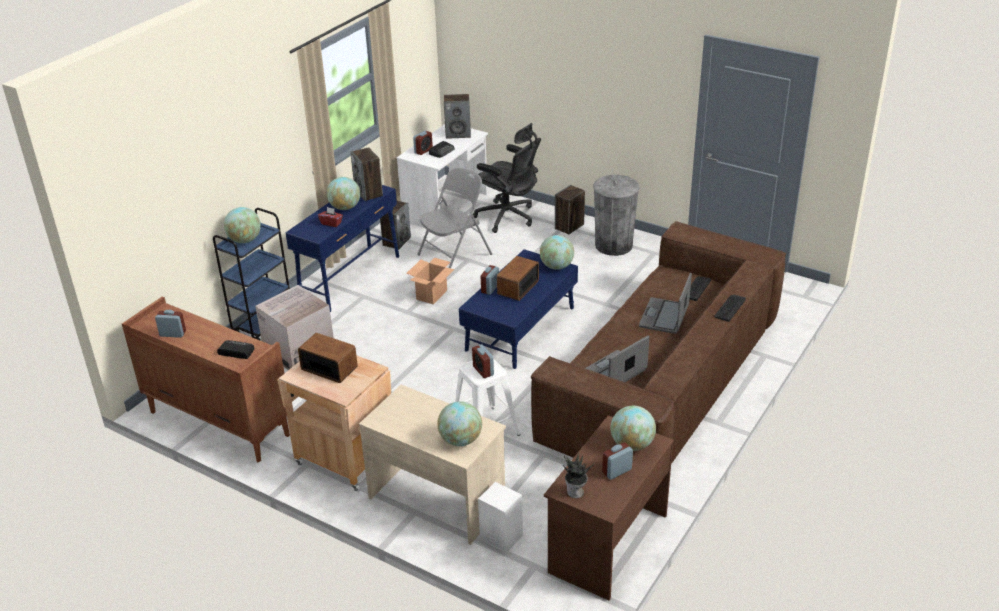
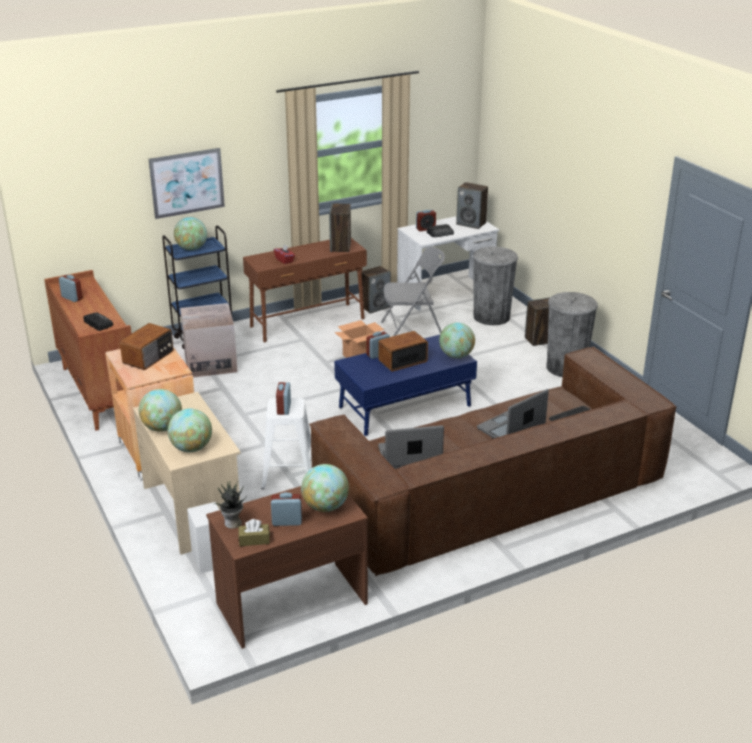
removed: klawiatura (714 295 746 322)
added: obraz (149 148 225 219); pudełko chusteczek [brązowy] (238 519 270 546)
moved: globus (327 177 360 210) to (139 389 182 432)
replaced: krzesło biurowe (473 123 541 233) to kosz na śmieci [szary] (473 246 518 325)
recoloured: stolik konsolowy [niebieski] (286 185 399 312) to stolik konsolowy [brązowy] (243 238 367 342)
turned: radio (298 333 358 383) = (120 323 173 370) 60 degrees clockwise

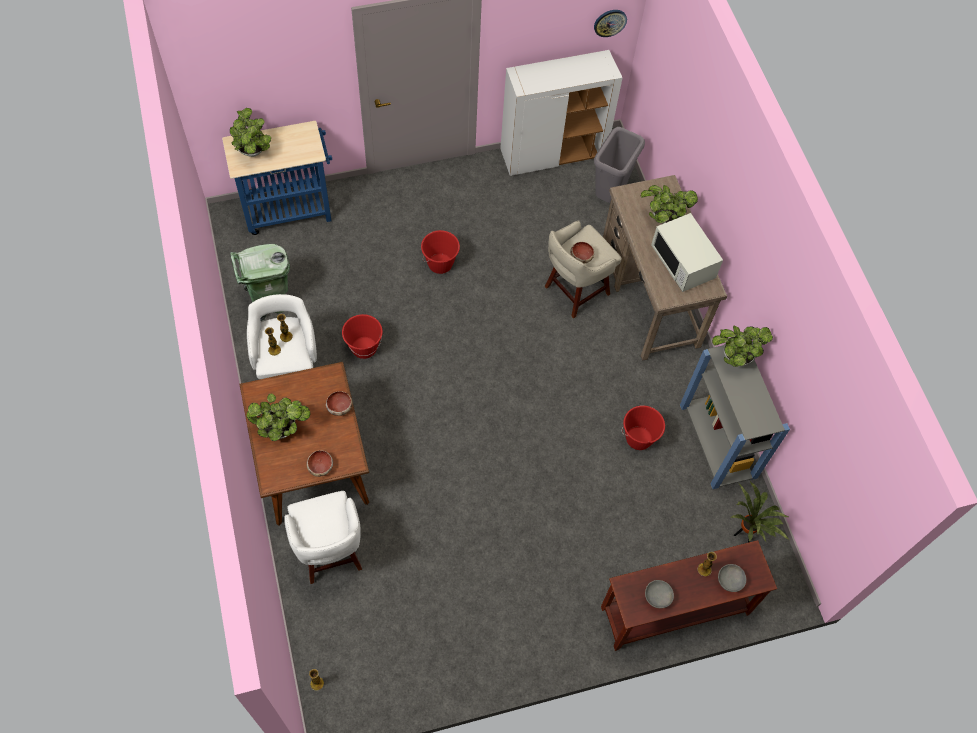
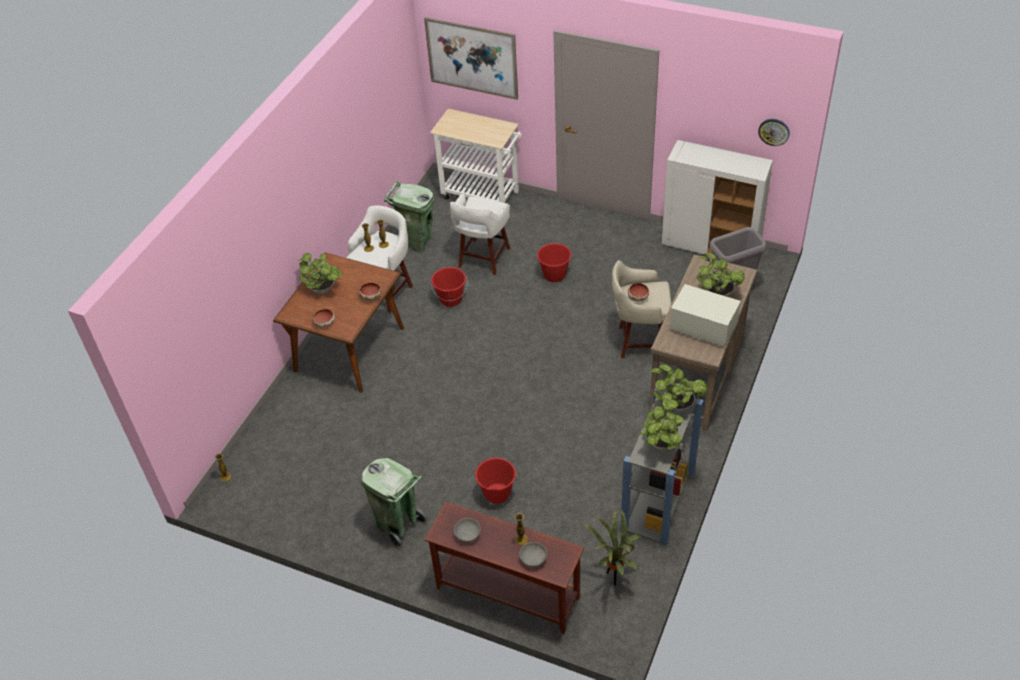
added: obraz (424 17 518 100); kosz na śmieci [zielony] (361 458 427 548)
moved: roślina doniczkowa (230 108 271 157) to (640 399 684 450); wiadro [czerwony] (622 405 665 450) to (475 458 516 504); stołek [biały] (284 491 362 584) to (450 193 510 275)
recoloured: wózek [niebieski] (222 121 332 235) to wózek [biały] (430 109 522 203)
turned: mikrofalówka [biały] (651 213 723 292) = (669 284 741 347) 105 degrees clockwise

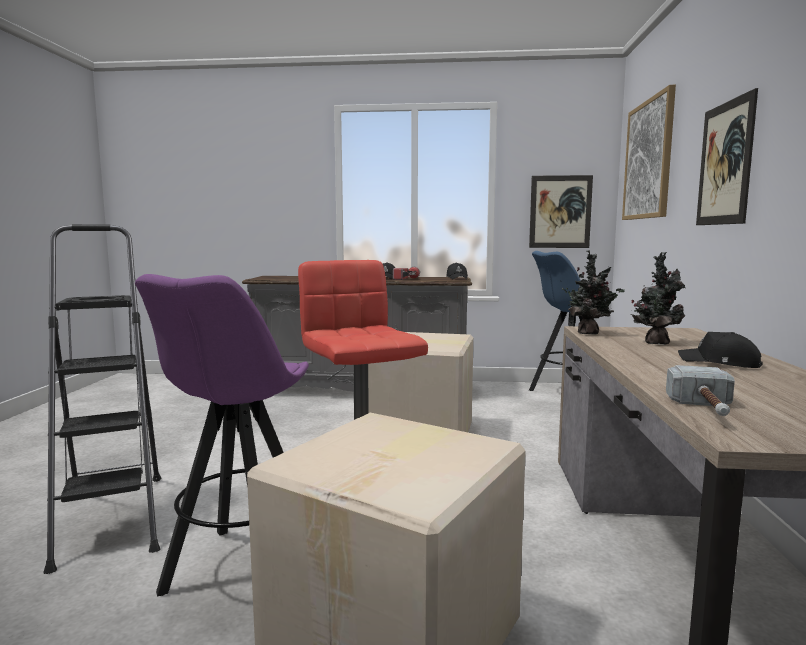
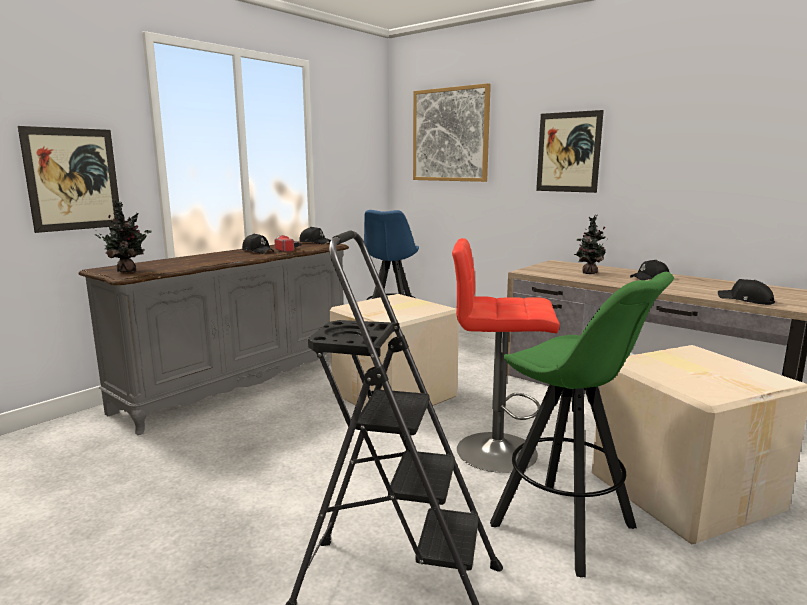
moved: obraz (529 175 593 248) to (18 126 119 233); roślina doniczkowa (561 250 625 335) to (95 200 151 273)
replaced: młotek (666 365 735 416) to czapka z daszkiem [czarny] (718 279 775 305)
recoloured: stołek [fioletowy] (135 274 309 597) to stołek [zielony] (490 272 674 577)

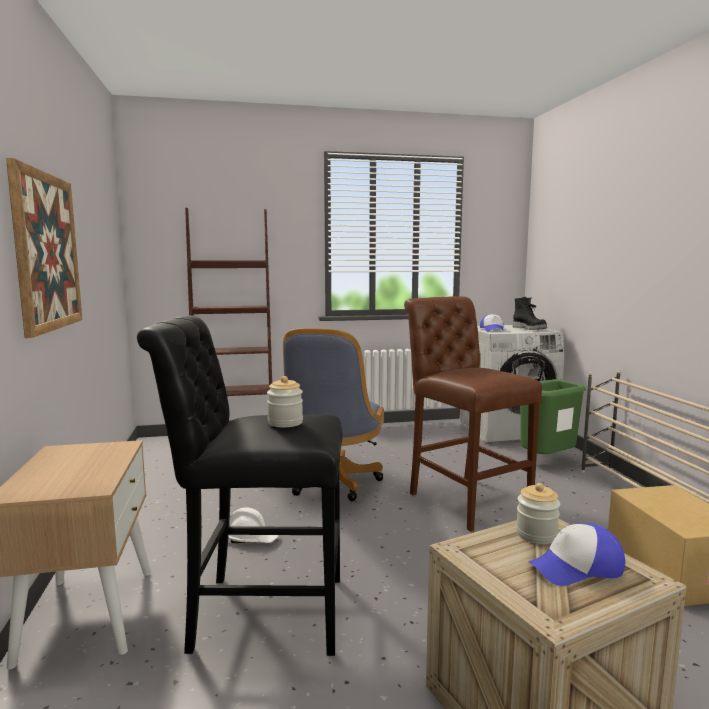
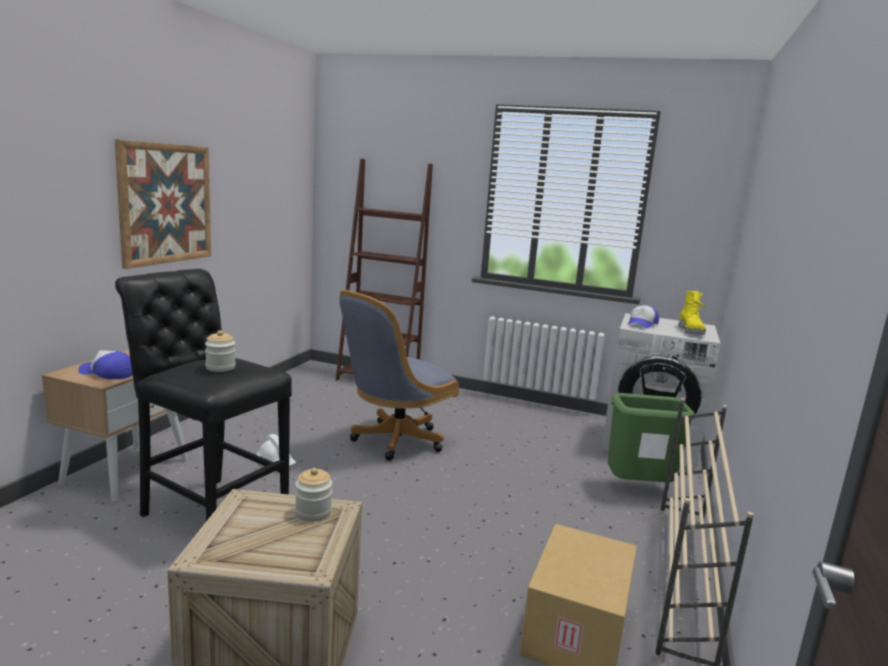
removed: stołek [brązowy] (404 296 542 531)
moved: czapka z daszkiem (529 523 625 586) to (79 350 133 379)
recoloured: but z cholewką [czarny] (513 297 547 330) to but z cholewką [żółty] (678 291 706 335)

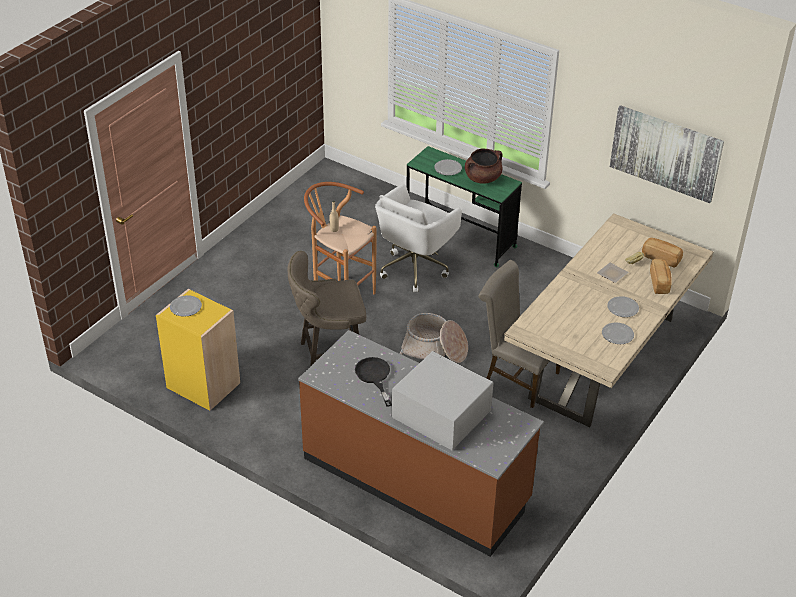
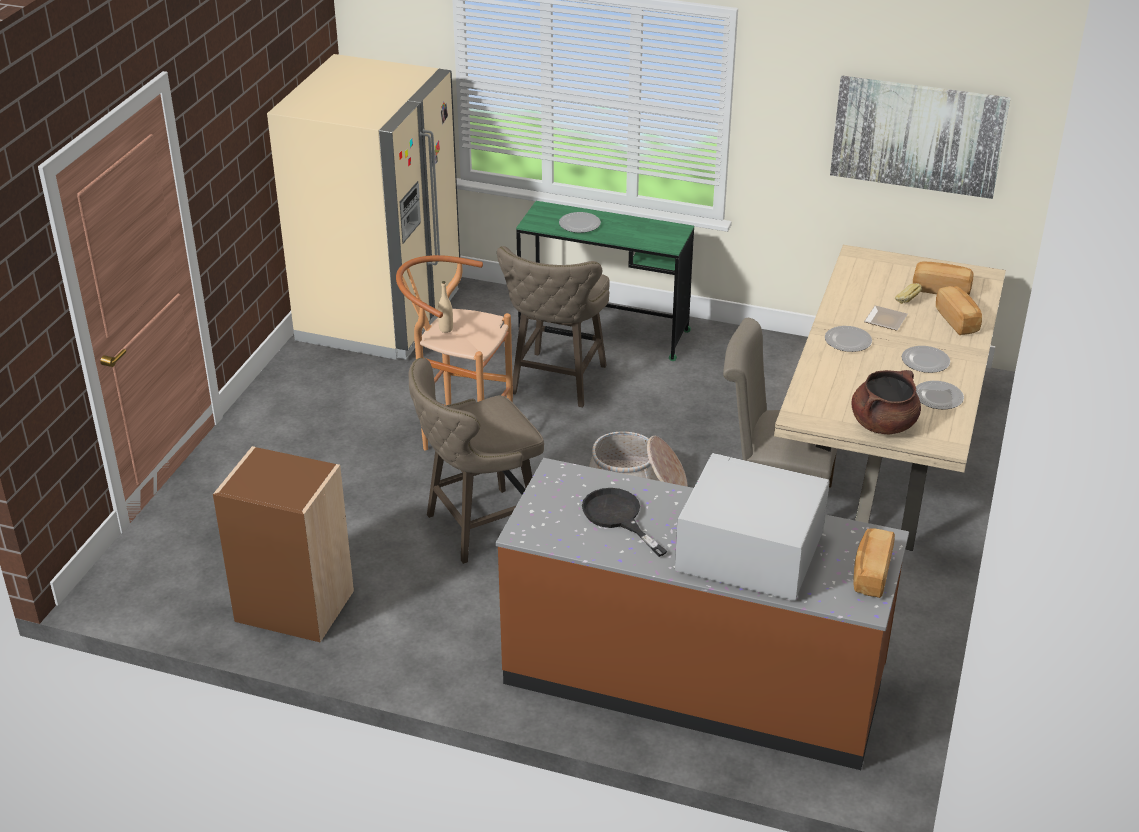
added: lodówka [beżowy] (267 54 461 360); chleb (853 528 895 598)
moved: garnek [brązowy] (465 149 503 184) to (852 370 921 434); talerz (170 295 202 317) to (825 326 872 352)
replaced: krzesło biurowe [biały] (375 184 462 292) to stołek [beżowy] (497 246 609 407)
recoloured: regał [żółty] (156 289 240 411) to regał [brązowy] (213 446 354 642)

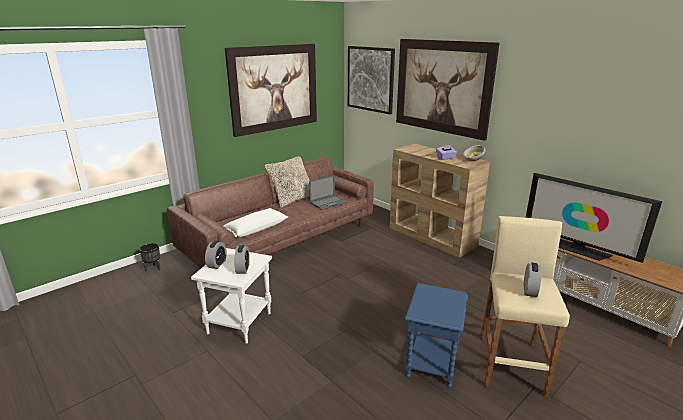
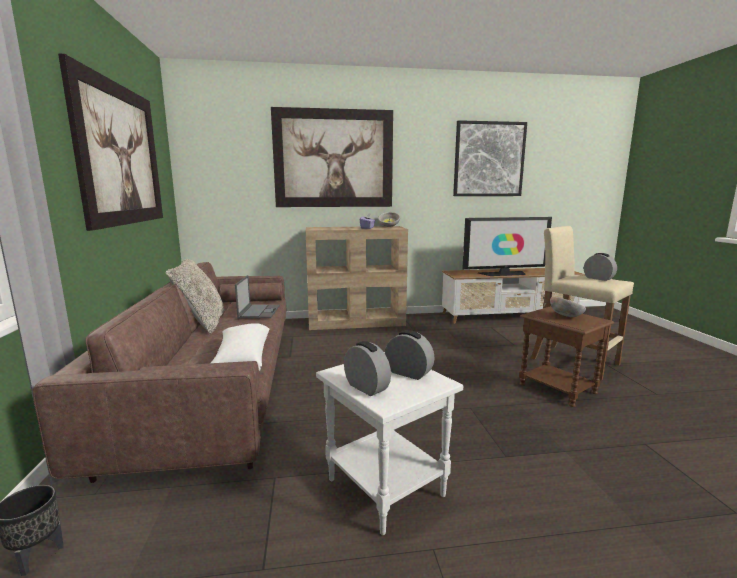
added: miska (550 297 586 317)
moved: obraz (348 46 395 114) to (453 120 527 196)
recoloured: stolik [niebieski] (405 283 469 387) to stolik [brązowy] (519 306 614 407)

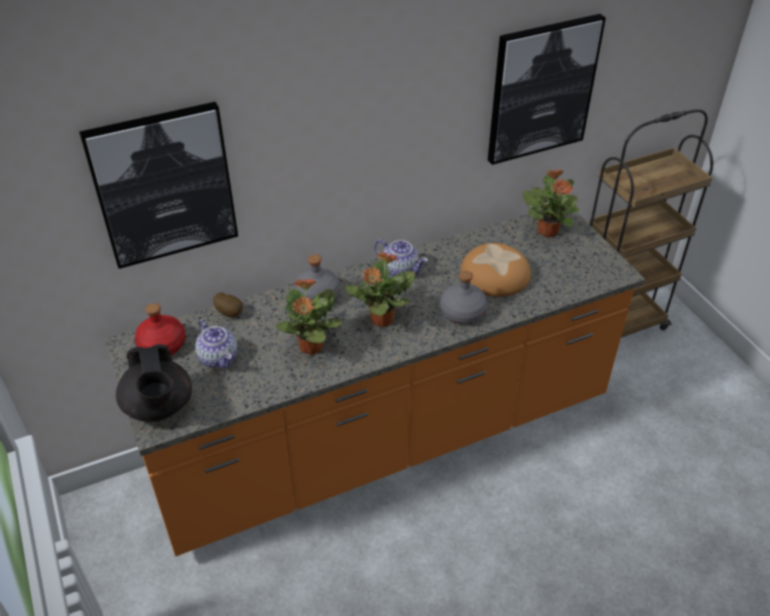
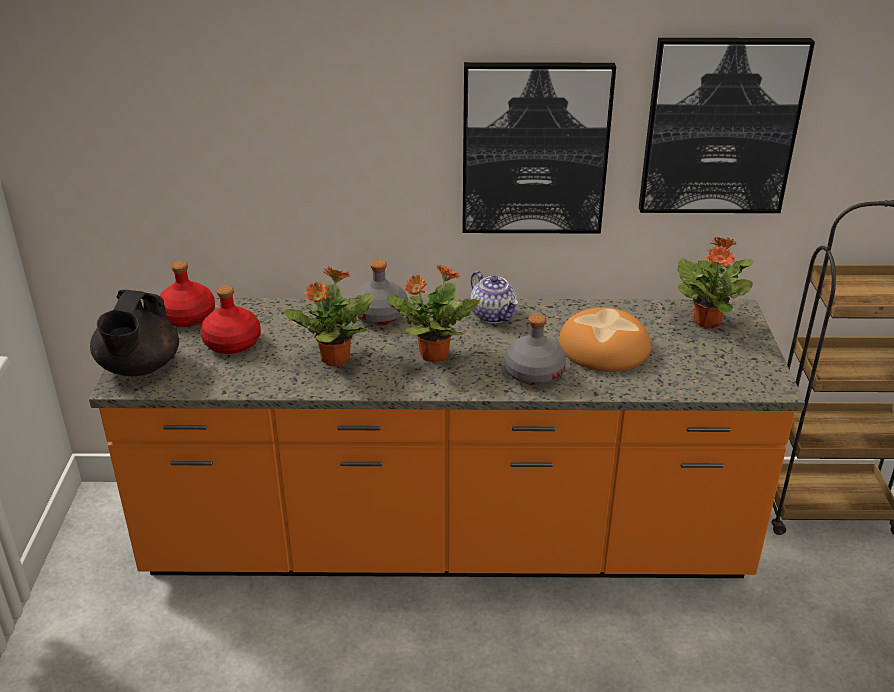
removed: ziemniak (213 292 243 318)
moved: obraz (79 102 238 269) to (463 62 616 234)
replaced: imbryk (195 319 238 369) to butelka [czerwony] (201 285 261 354)

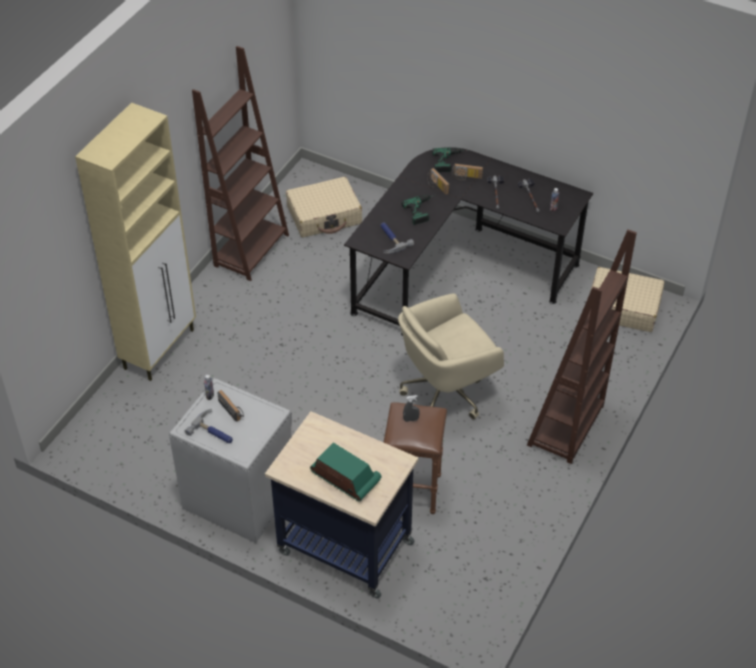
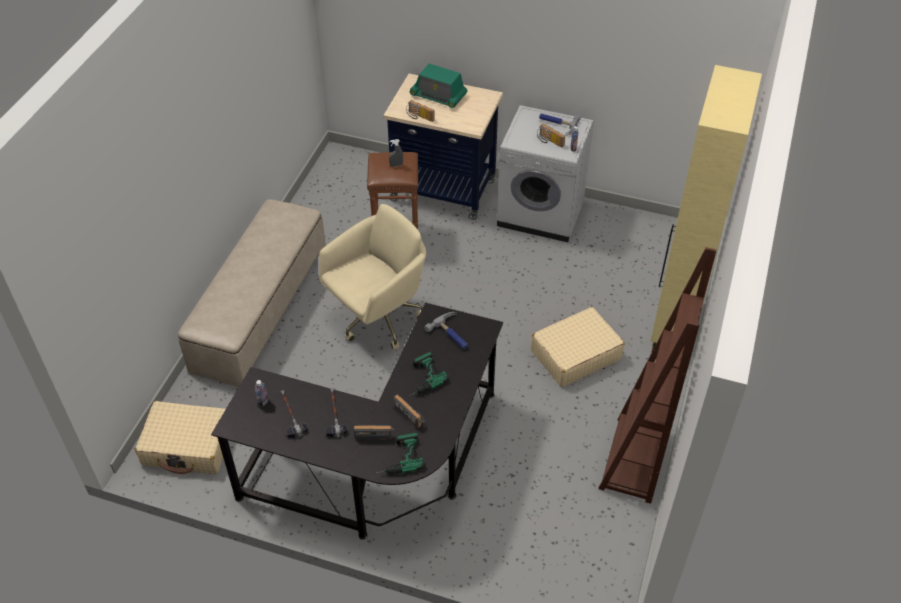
added: radio (406 100 435 122)
moved: walizka [beżowy] (286 177 362 237) to (531 307 624 387)
replaced: regał [brązowy] (527 229 637 464) to ławka [beżowy] (178 199 326 387)

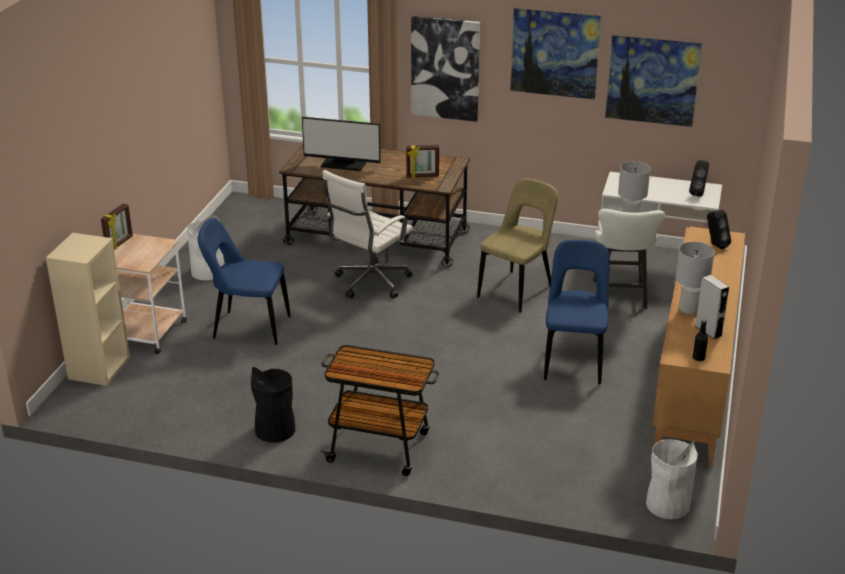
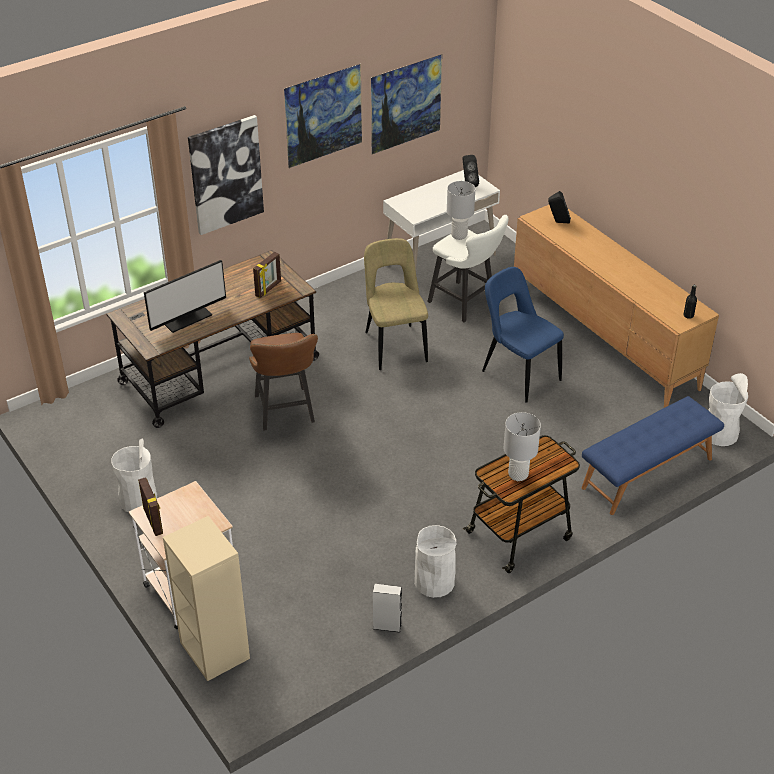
removed: krzesło [niebieski] (197 218 291 345)
added: ławka [niebieski] (582 396 724 515)
moved: lampa stołowa [szary] (676 242 714 315) to (504 412 541 481); głośnik [szary] (695 275 729 339) to (373 584 402 632)
replaced: krzesło biurowe [biały] (322 170 413 299) to stołek [brązowy] (249 333 318 431)
recoloured: kosz na śmieci [czarny] (251 367 295 443) to kosz na śmieci [biały] (414 525 456 598)

